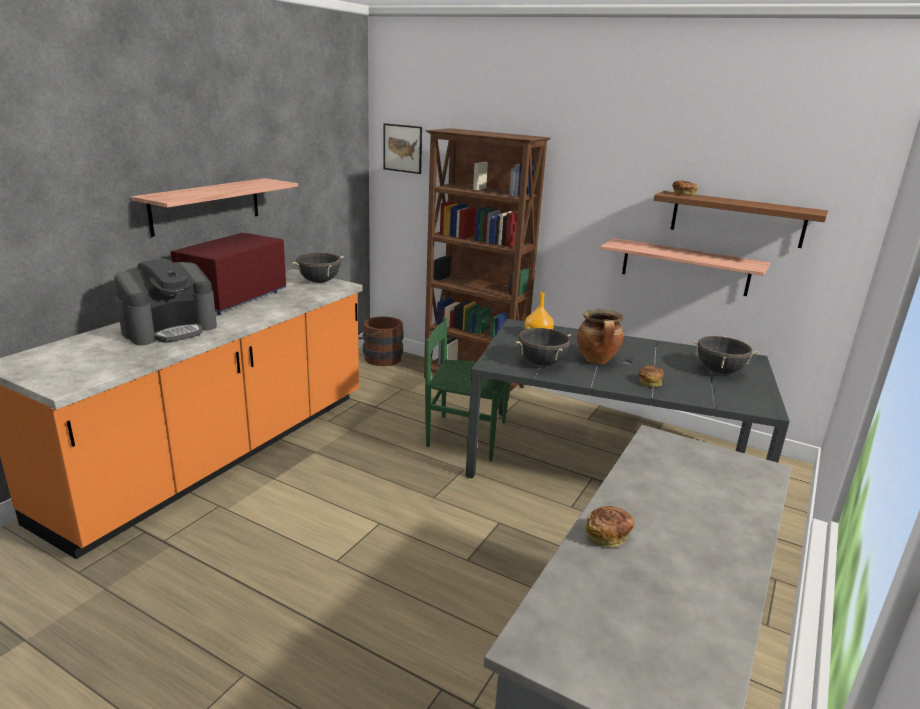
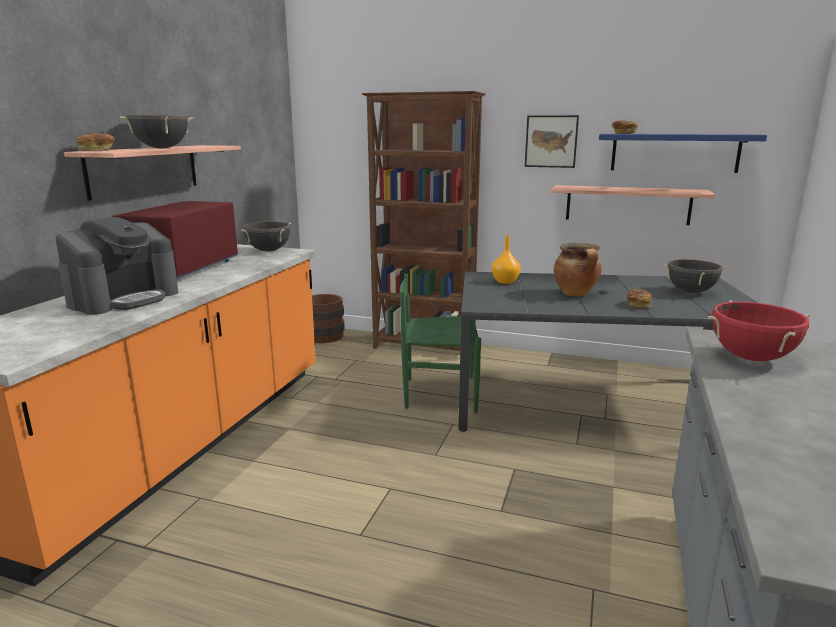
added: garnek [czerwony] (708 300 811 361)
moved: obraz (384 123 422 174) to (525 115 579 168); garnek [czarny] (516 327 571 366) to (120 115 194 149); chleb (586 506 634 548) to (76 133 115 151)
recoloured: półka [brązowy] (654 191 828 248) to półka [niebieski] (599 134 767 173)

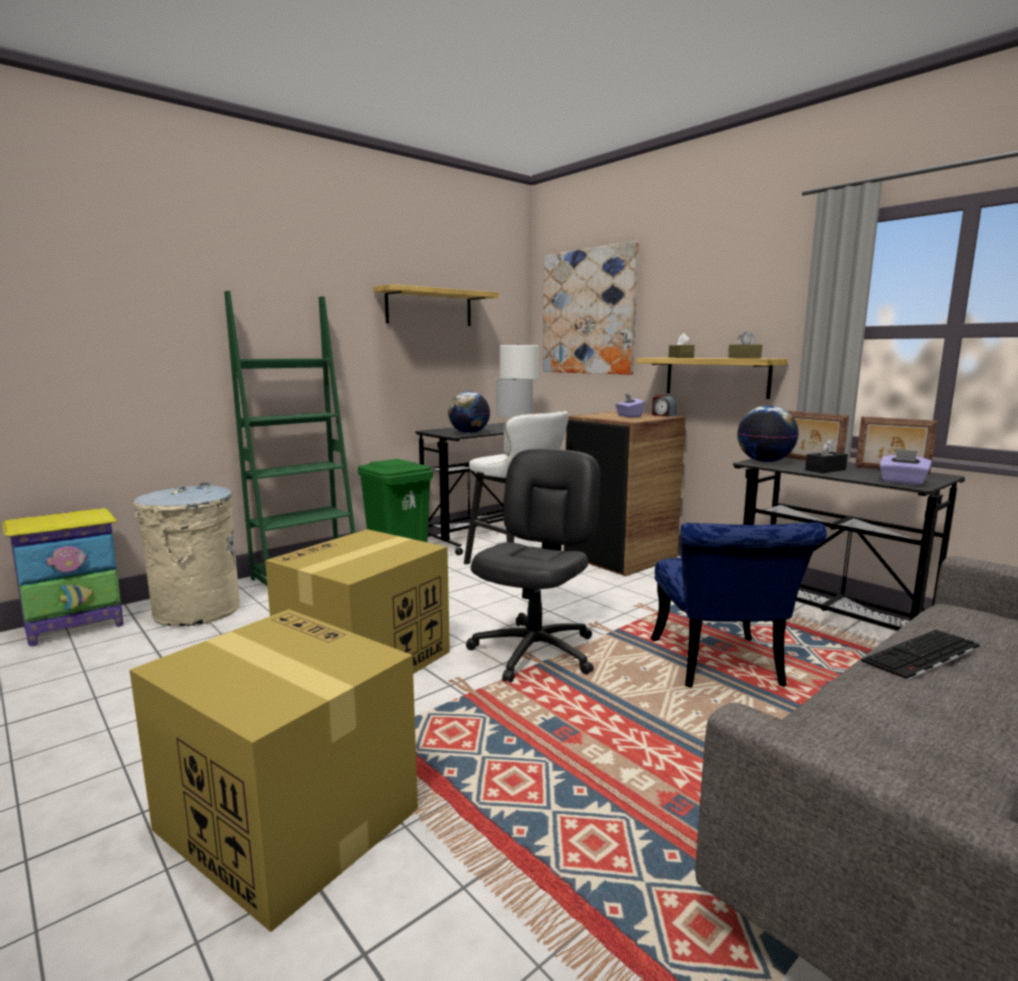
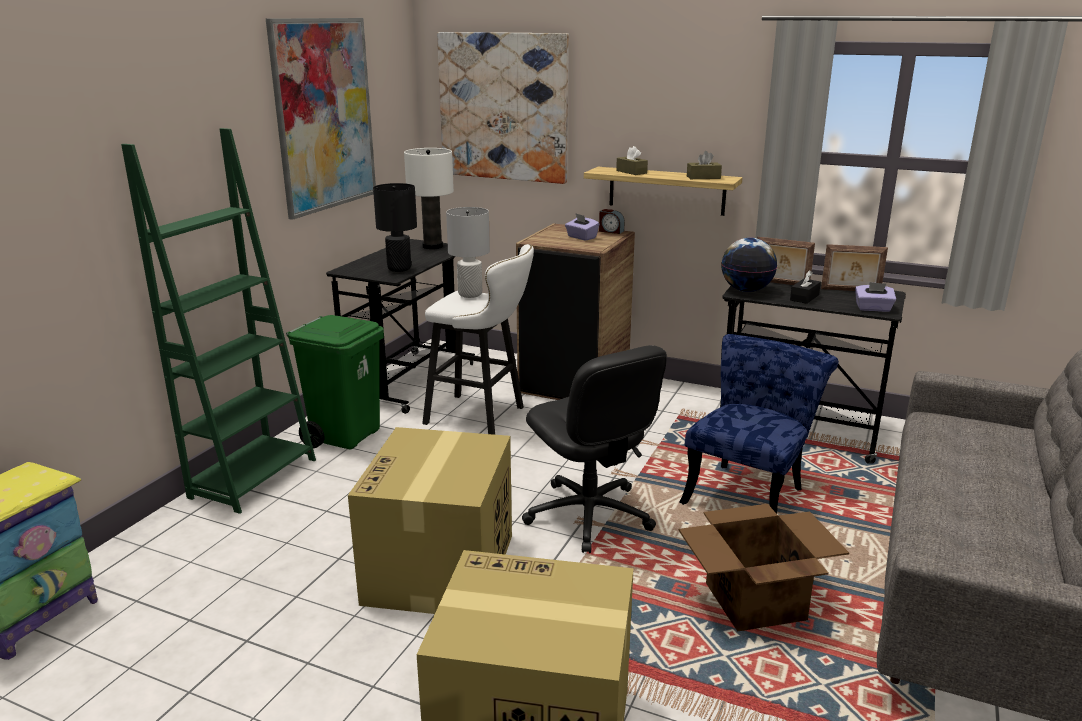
removed: kosz na śmieci [beżowy] (133 482 240 627); klawiatura (861 630 980 681)
added: karton (679 504 849 632)
replaced: półka (373 284 499 326) to obraz (266 18 376 220); globus (448 391 490 433) to lampa stołowa [czarny] (373 183 417 272)
turned: krzesło biurowe [czarny] (466 449 600 683) = (522 345 667 553) 150 degrees clockwise; krzesło [niebieski] (651 522 827 688) = (680 334 839 514) 120 degrees counterclockwise

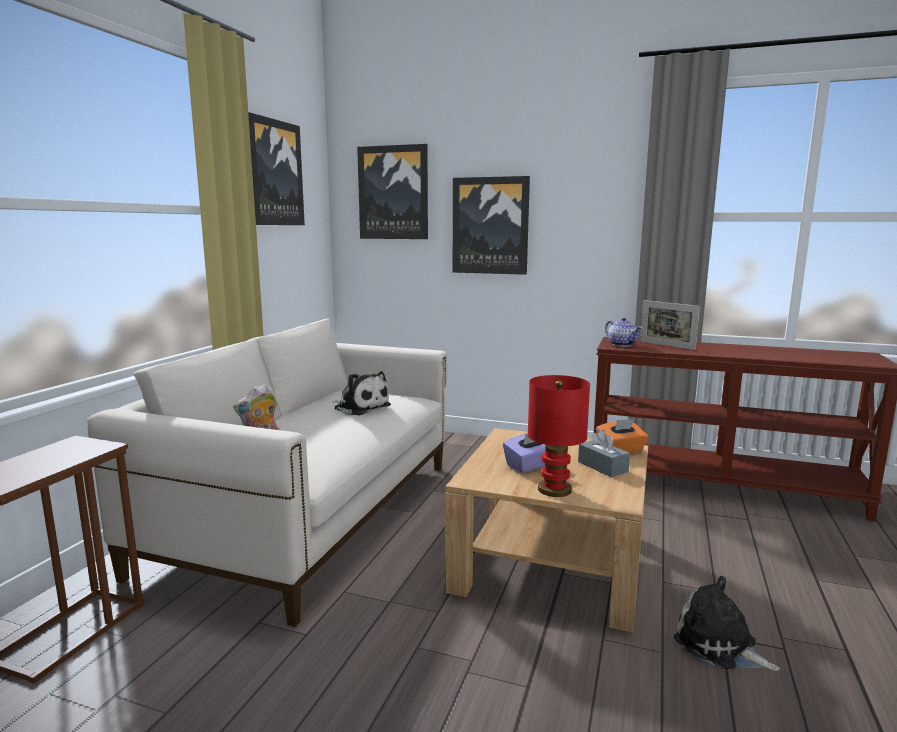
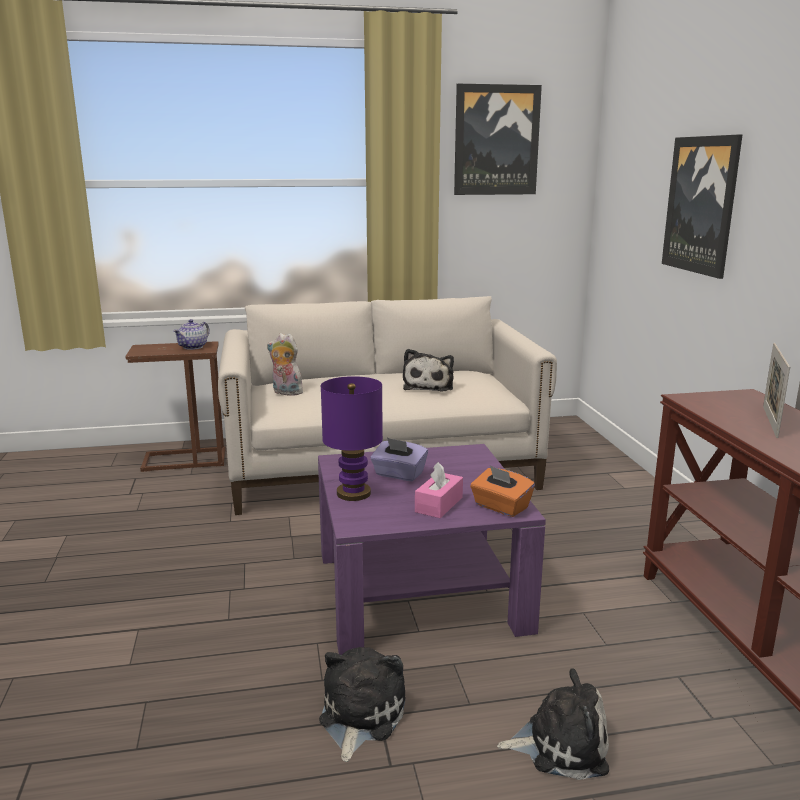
removed: obraz (357 144 428 239)
added: pluszak (497 668 609 780)
moved: imbryk (605 317 643 347) to (173 319 210 350)
recoloured: lampa stołowa [czerwony] (528 375 590 497) to lampa stołowa [fioletowy] (321 376 383 501); ława [brązowy] (445 428 648 633) to ława [fioletowy] (318 444 546 655); pudełko chusteczek [szary] (578 430 630 477) to pudełko chusteczek [różowy] (415 462 463 518)

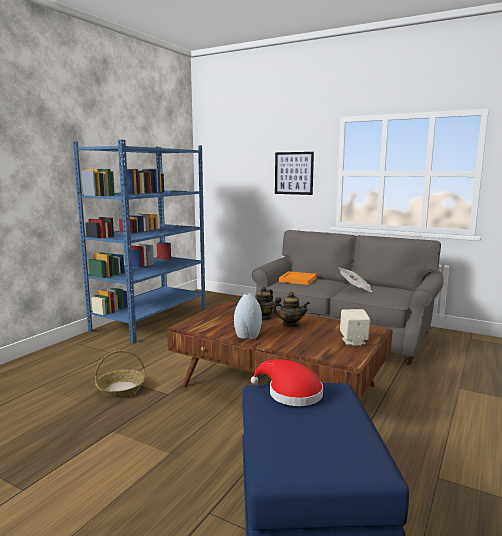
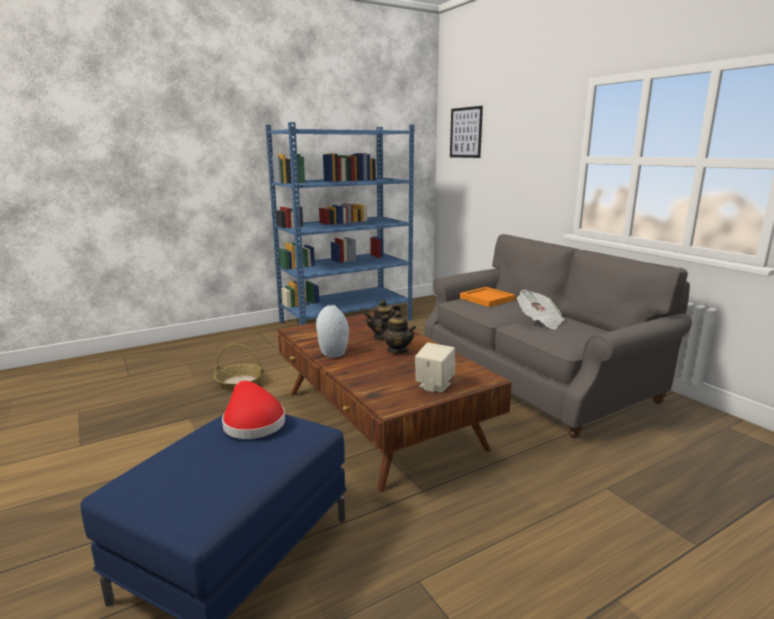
moved: obraz (275 152 314 195) to (450 106 483 158)

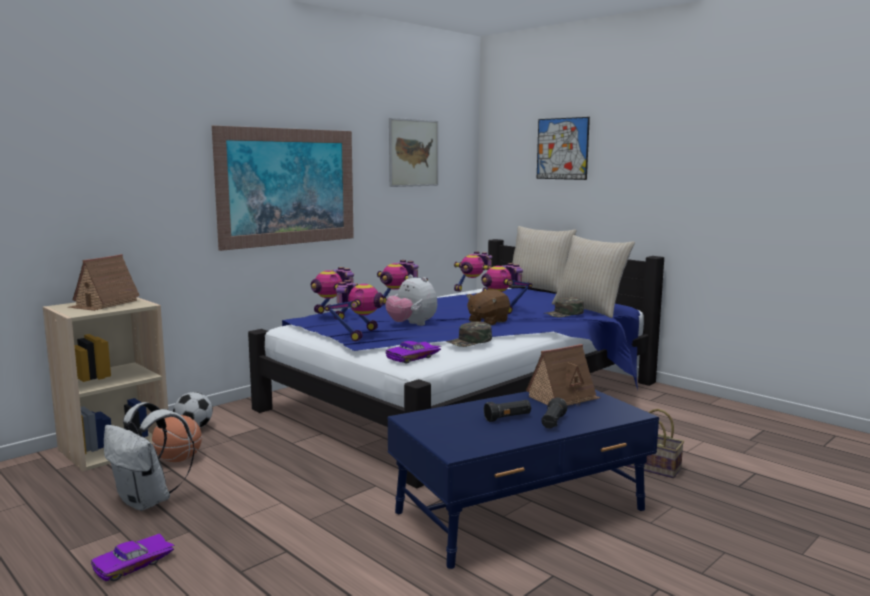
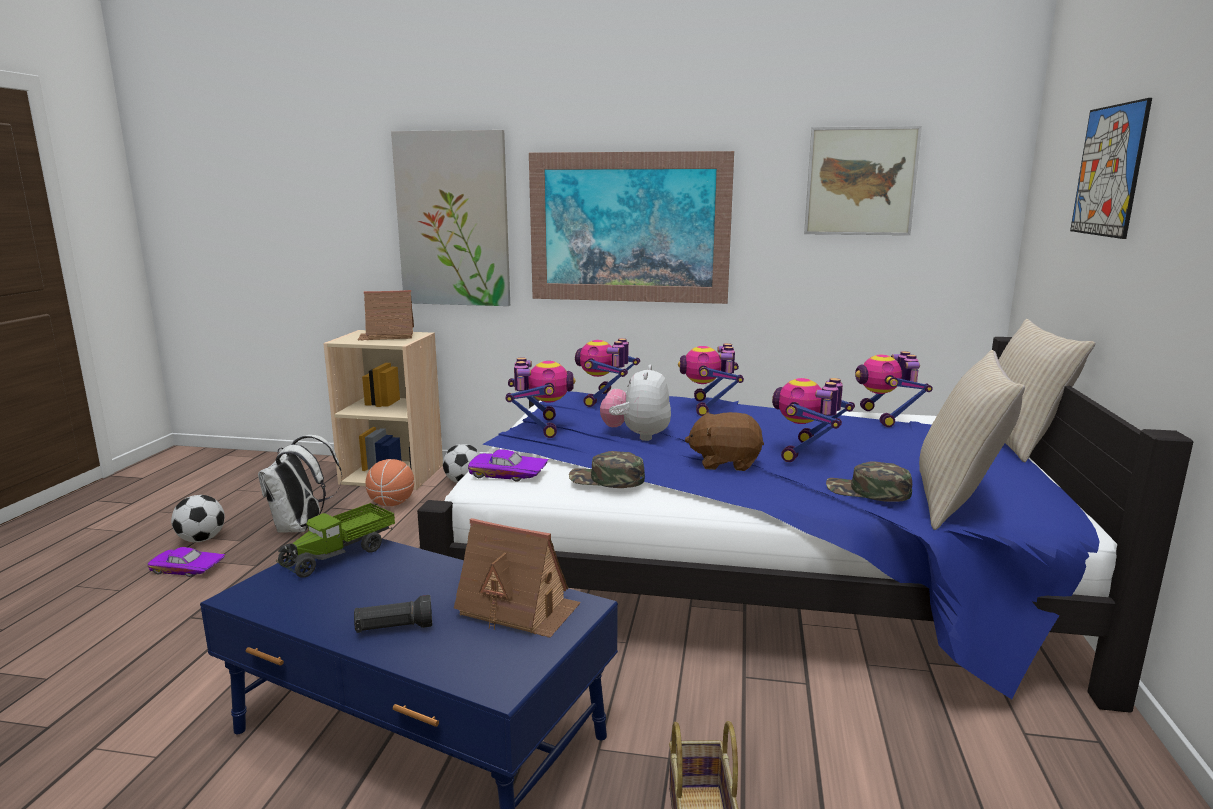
removed: latarka [czarny] (484 400 531 422)
added: obraz (391 130 510 306); piłka futbolowa (171 495 225 542); ciężarówka zabawkowa (276 503 395 578)
turned: robot zabawkowy (325 280 384 341) = (506 357 576 438) 75 degrees counterclockwise

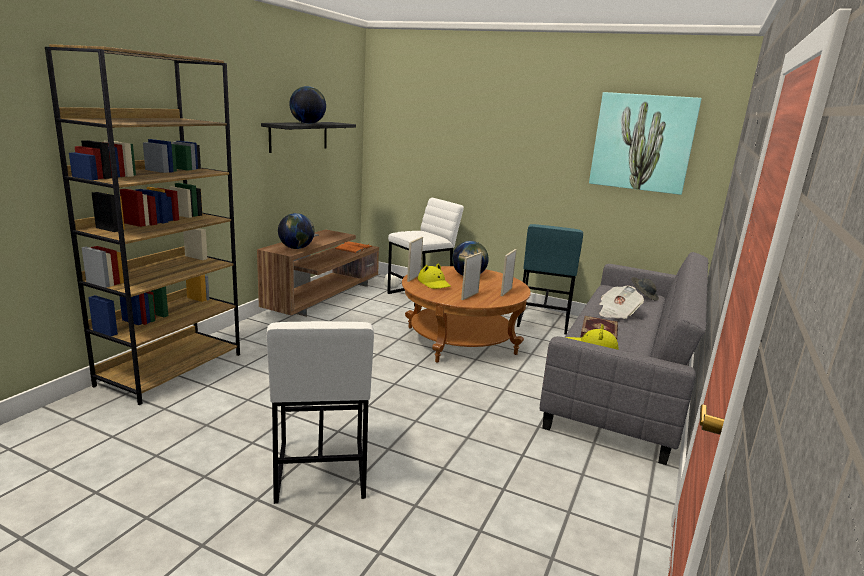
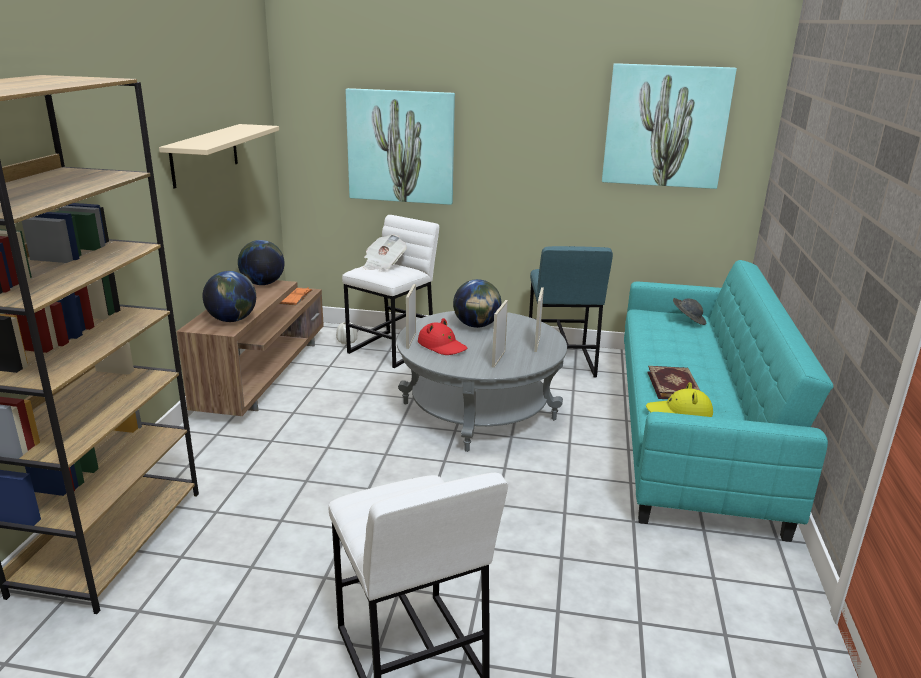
added: obraz (345 88 455 205)
moved: globus (289 86 326 124) to (238 240 285 285); gazeta (599 286 644 319) to (363 234 407 270)
recoloured: półka [czarny] (261 122 356 153) to półka [beżowy] (159 124 279 189); kanapa [szary] (540 252 709 465) to kanapa [turkusowy] (624 260 833 542); kapelusz [żółty] (418 264 451 289) to kapelusz [czerwony] (418 318 468 355); ława [brązowy] (402 266 531 363) to ława [szary] (397 311 567 452)

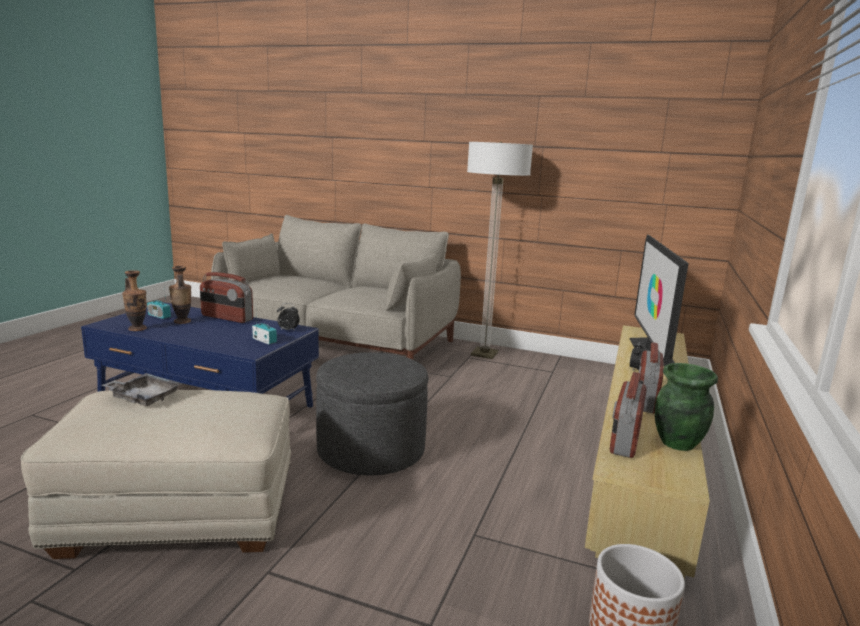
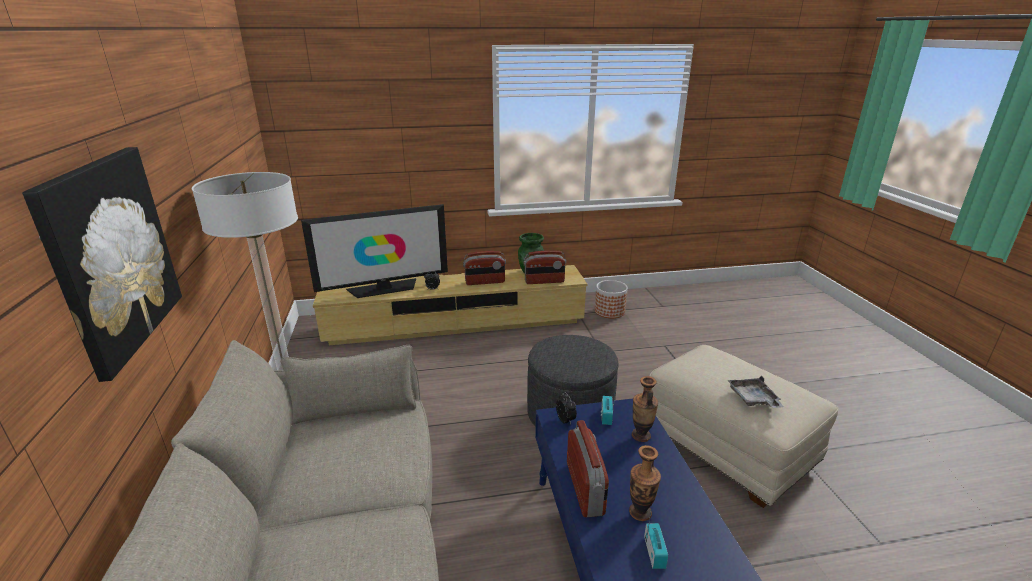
added: obraz (22 147 182 382)
moved: wazon (122 270 147 331) to (632 376 658 442)

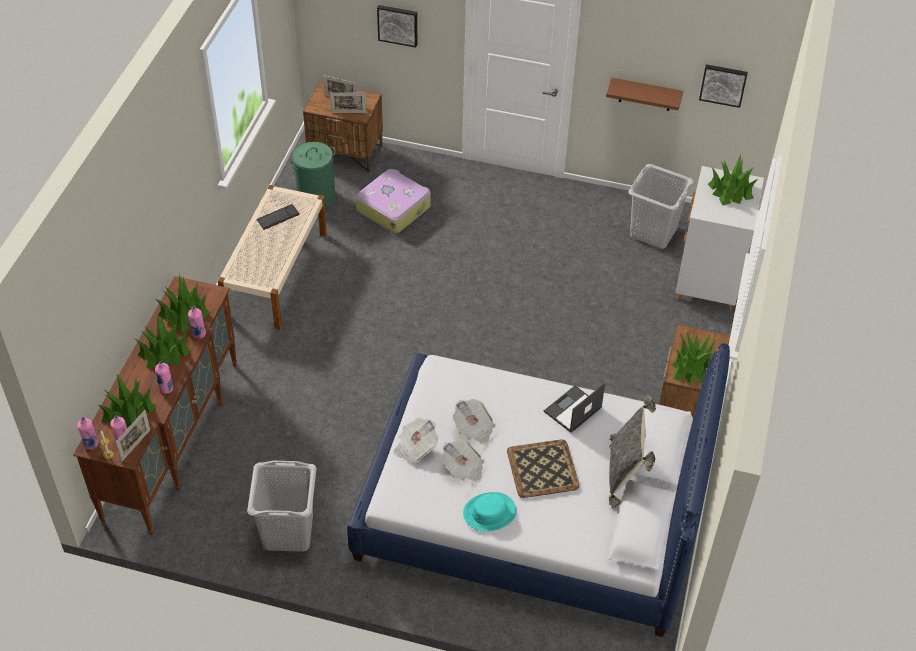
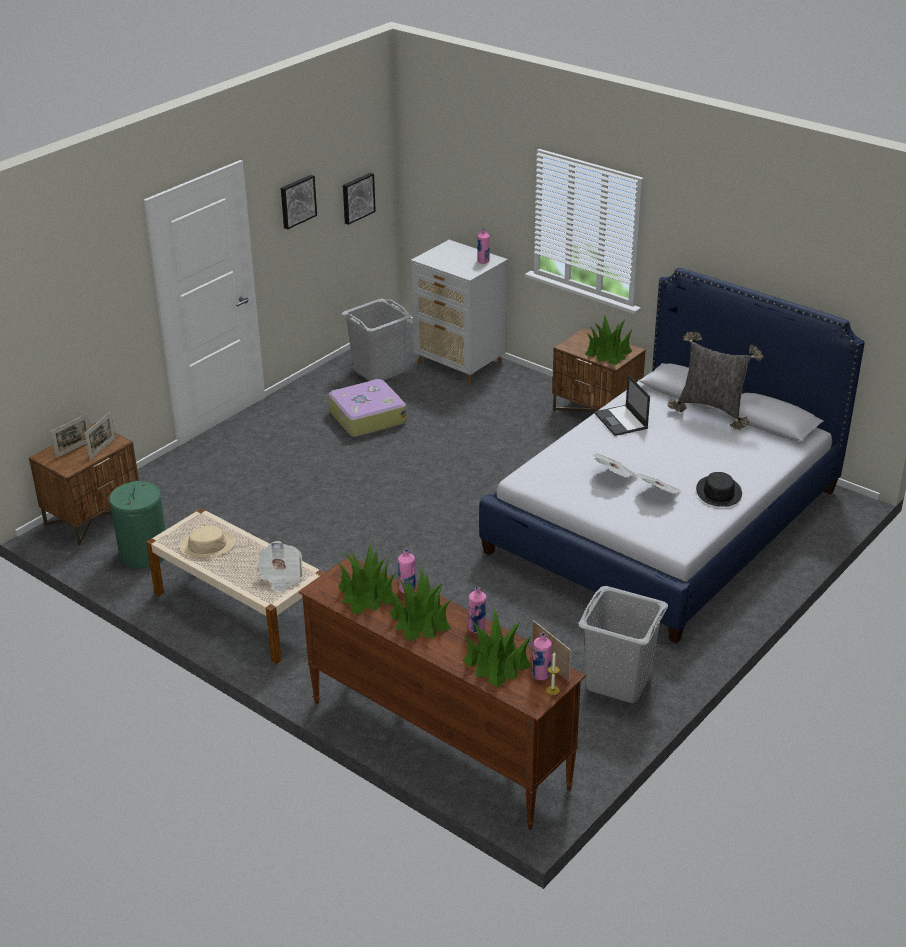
removed: półka [brązowy] (606 78 683 111); roślina doniczkowa (708 154 758 205); taca (507 440 580 498)
moved: obraz (377 5 417 48) to (281 175 317 229); walizka (355 169 431 233) to (328 379 407 437); butelka [różowy] (77 417 99 450) to (477 228 490 264); gazeta (393 418 438 464) to (257 541 303 593)
replaced: klawiatura (257 204 300 230) to kapelusz [beżowy] (179 526 235 558)
recoloured: kapelusz [turkusowy] (463 492 517 531) to kapelusz [czarny] (696 472 742 507)

